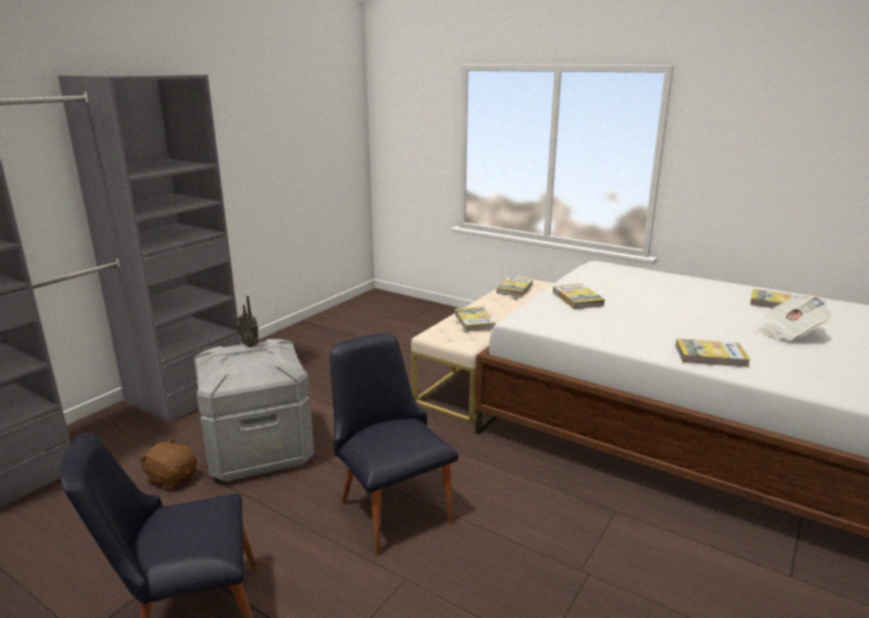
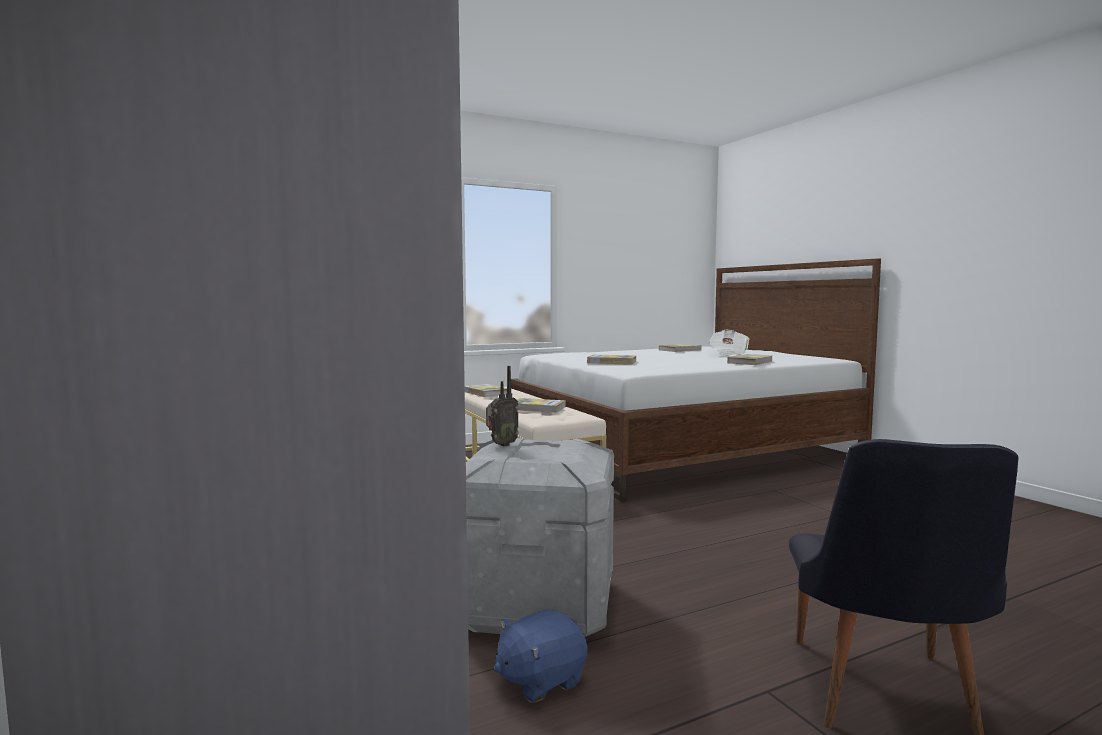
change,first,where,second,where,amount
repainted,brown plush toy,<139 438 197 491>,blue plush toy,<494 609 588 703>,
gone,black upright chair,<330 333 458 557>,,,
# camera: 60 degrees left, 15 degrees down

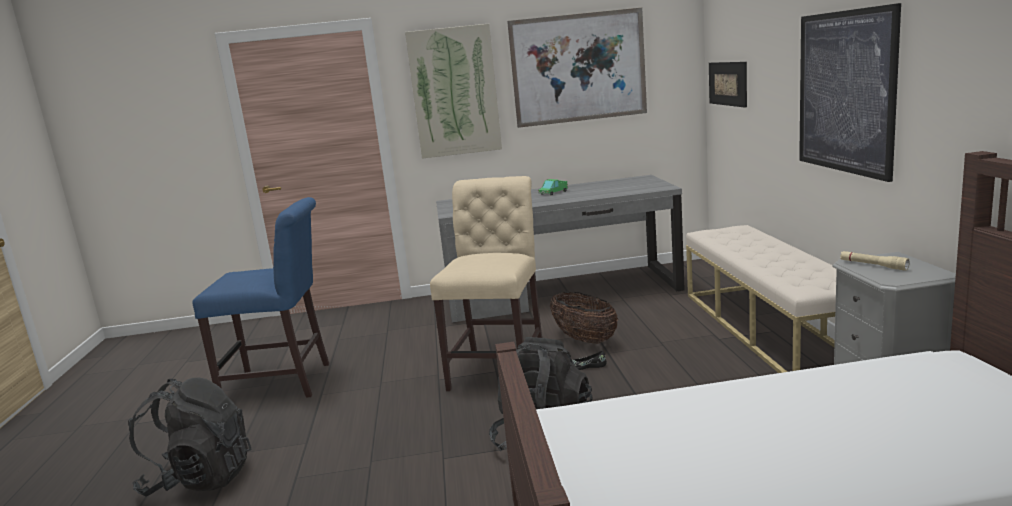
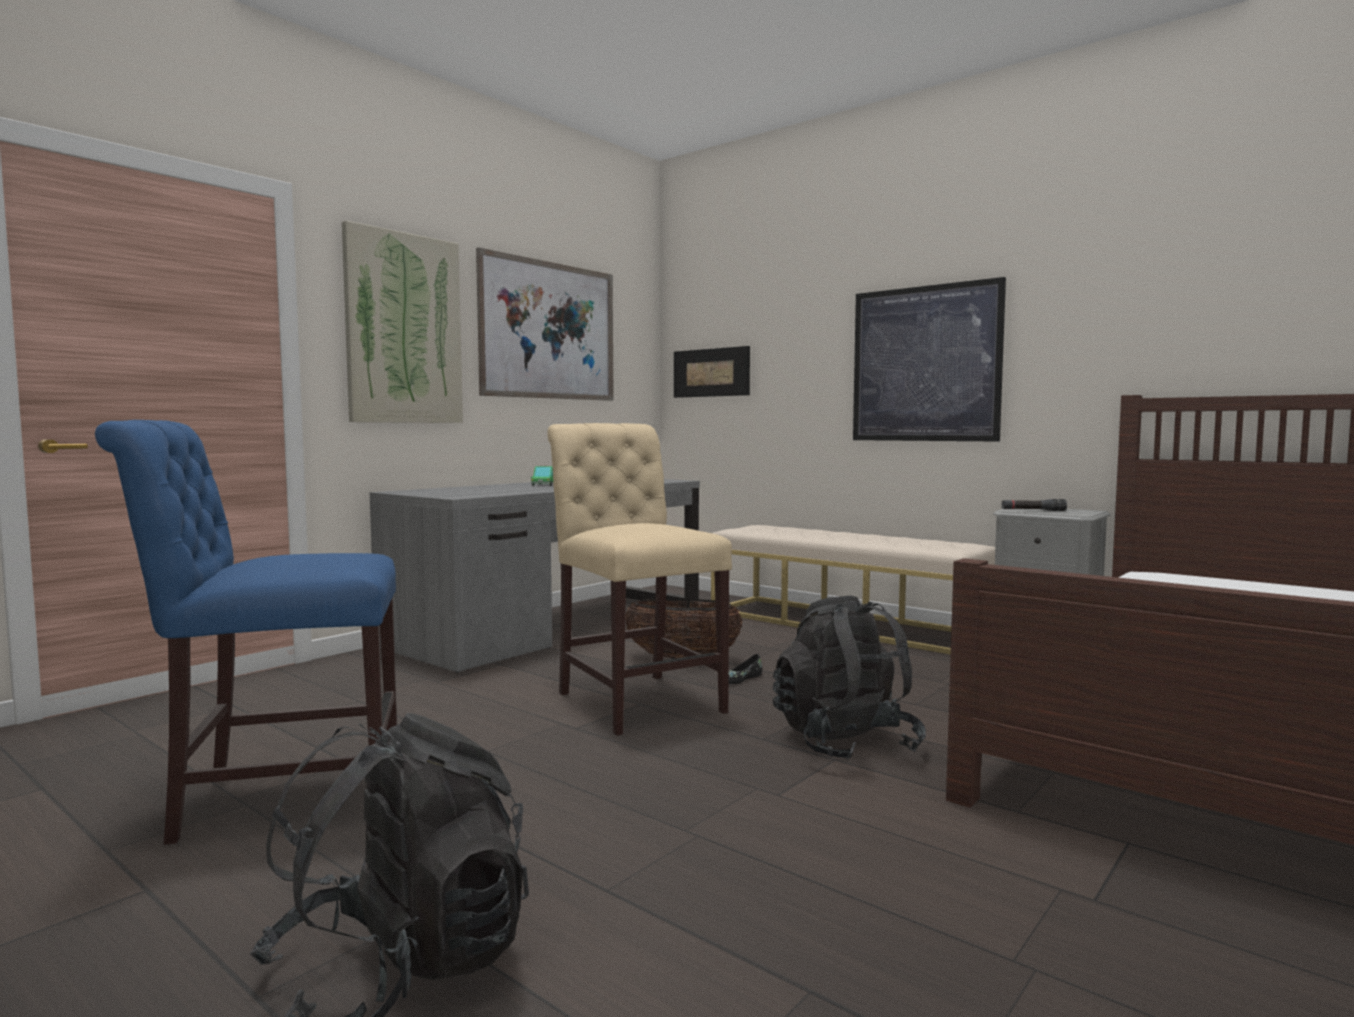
change,first,where,second,where,amount
rotated,blue upright chair,<193 197 329 398>,,<95 420 397 845>,150 degrees counterclockwise
repainted,beige torch,<840 251 910 270>,black torch,<1001 499 1067 511>,
# camera: 45 degrees left, 10 degrees down

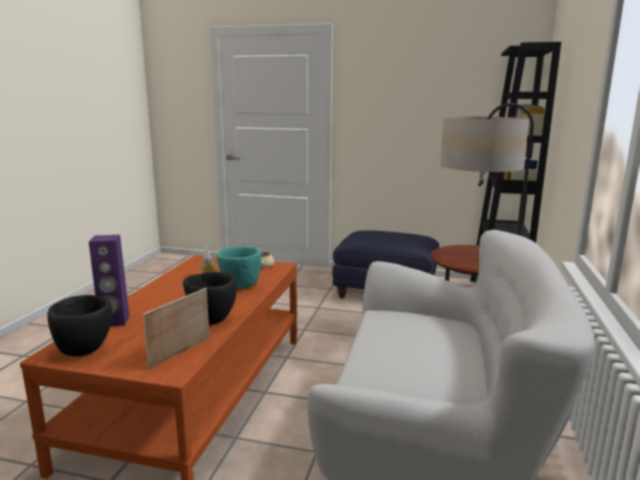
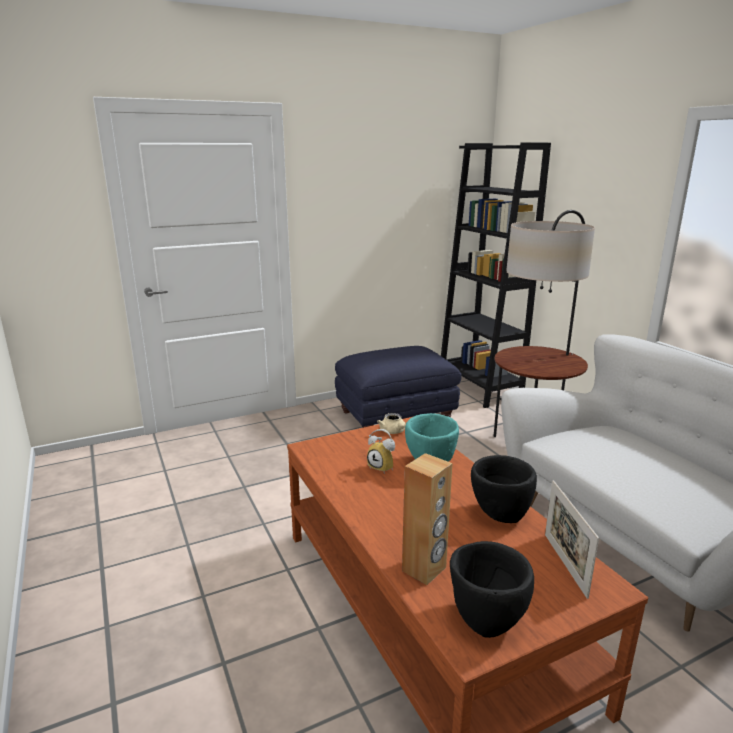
change,first,where,second,where,amount
repainted,purple loudspeaker,<89 235 129 326>,brown loudspeaker,<402 453 452 585>,
# camera: 40 degrees left, 5 degrees up

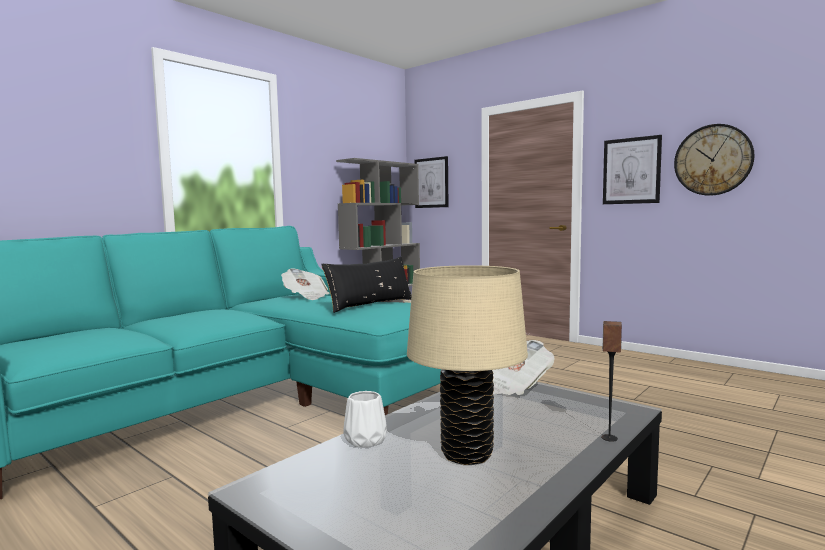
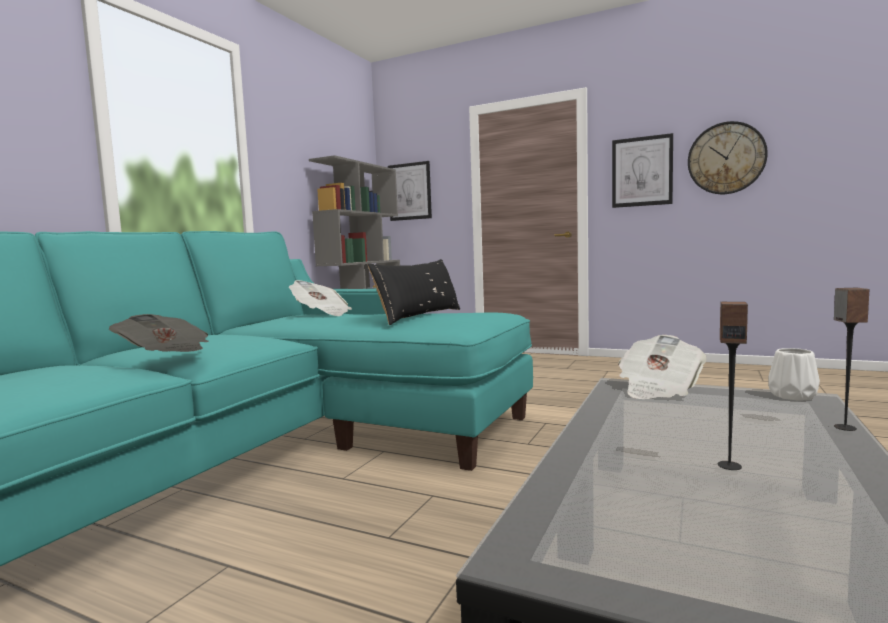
change,first,where,second,where,amount
new,,,daily paper,<109 314 209 352>,
swapped,beige tabletop lamp,<407 265 528 465>,loudspeaker,<718 302 748 470>,
shifted,white vase,<343 391 387 448>,,<768 348 820 401>,
# camera: 15 degrees left, 0 degrees up

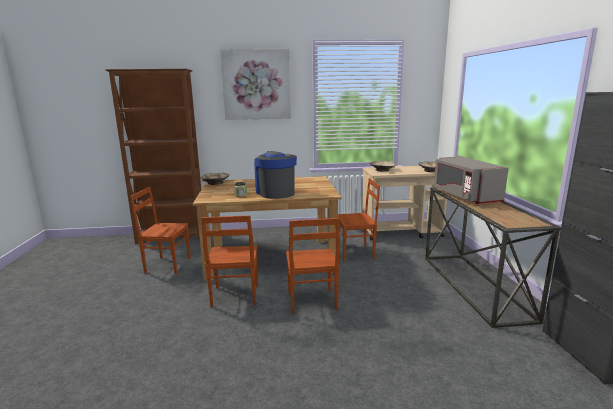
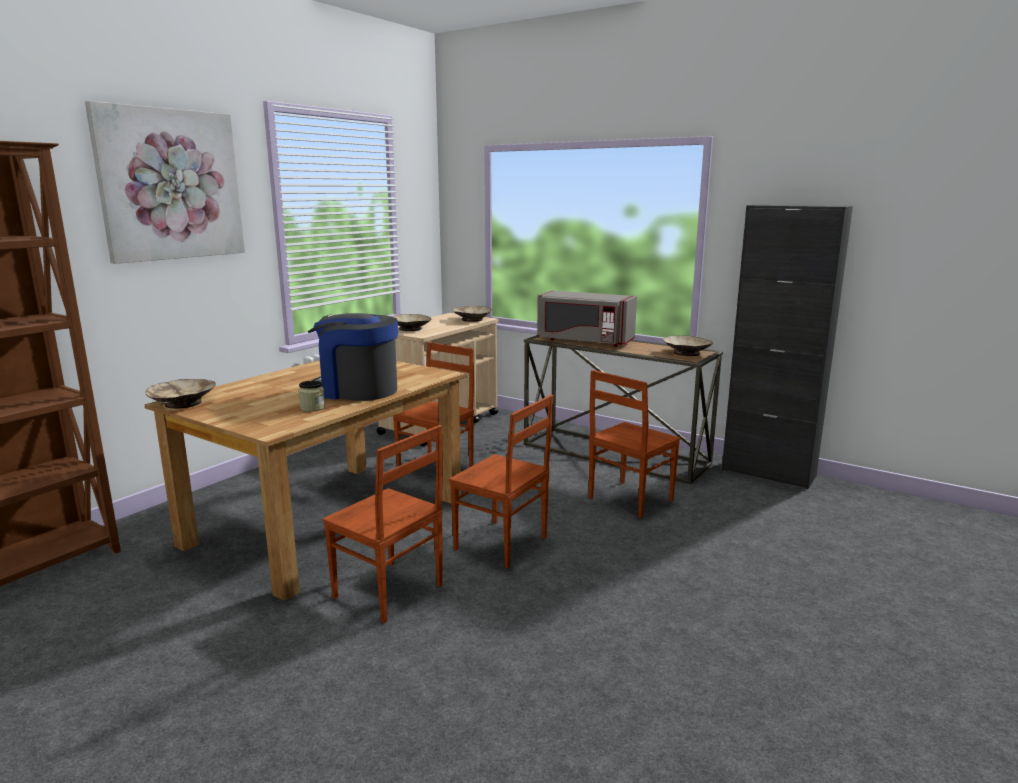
change,first,where,second,where,amount
shifted,brown upright chair,<130 187 191 274>,,<589 370 681 518>,
new,,,beige deep dish,<663 335 713 356>,
# camera: 50 degrees left, 0 degrees up

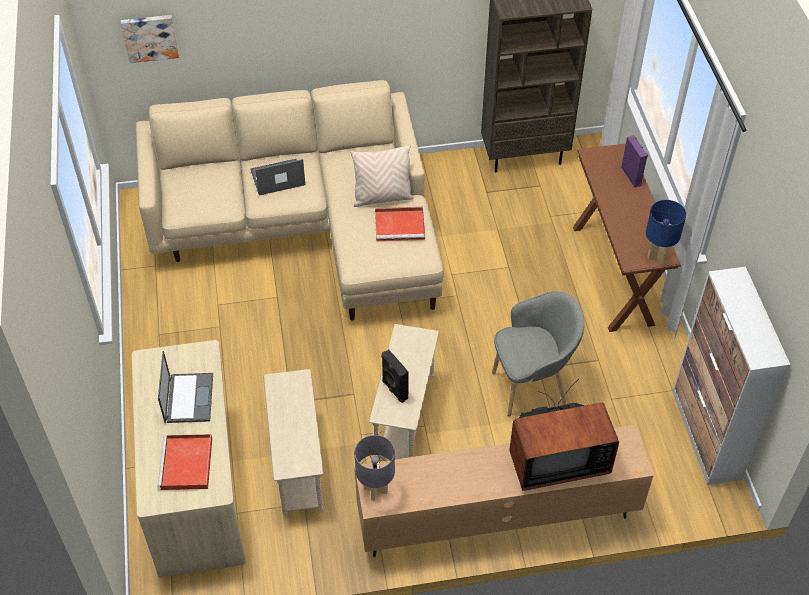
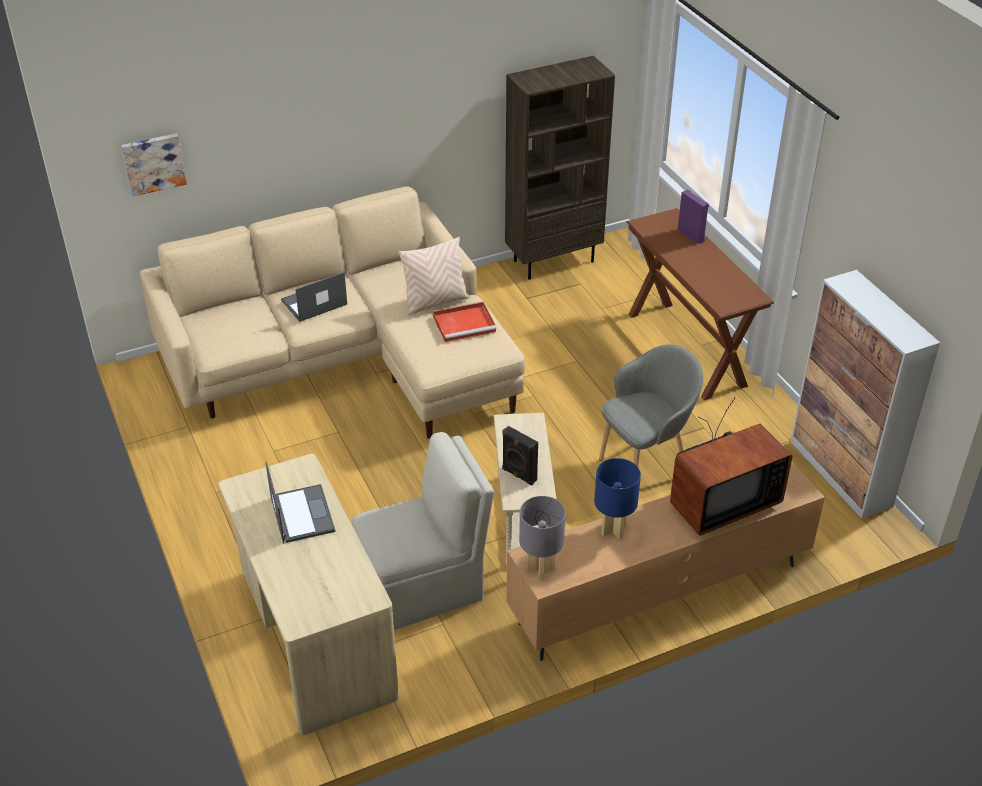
change,first,where,second,where,amount
swapped,beige accent table,<263 369 324 516>,beige upright chair,<352 432 494 630>,
shifted,blue tabletop lamp,<646 200 686 264>,,<594 458 641 540>,
gone,red-coloured tray,<158 434 212 490>,,,
# camera: 15 degrees left, 10 degrees down

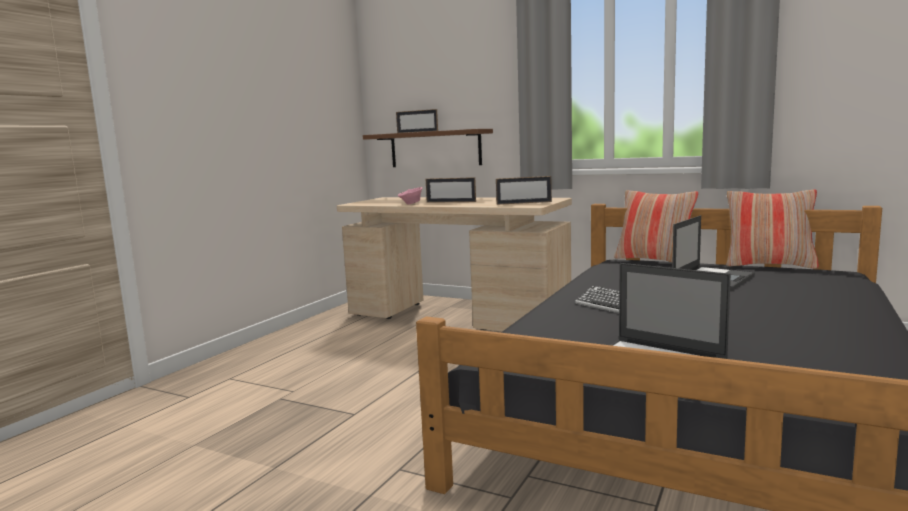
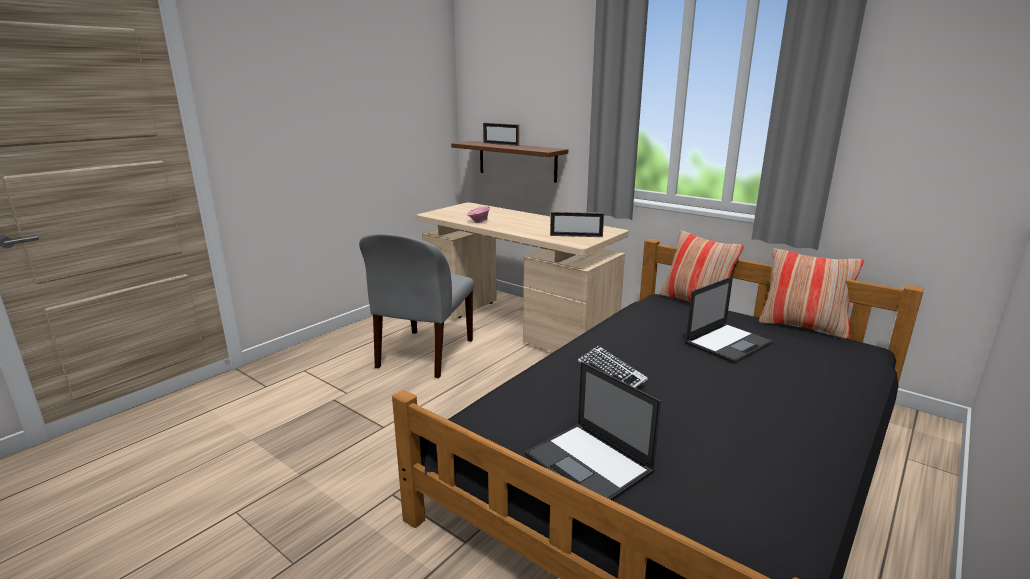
change,first,where,second,where,amount
new,,,gray upright chair,<359 233 474 378>,
gone,picture frame,<426 177 476 203>,,,
# camera: 10 degrees right, 10 degrees up

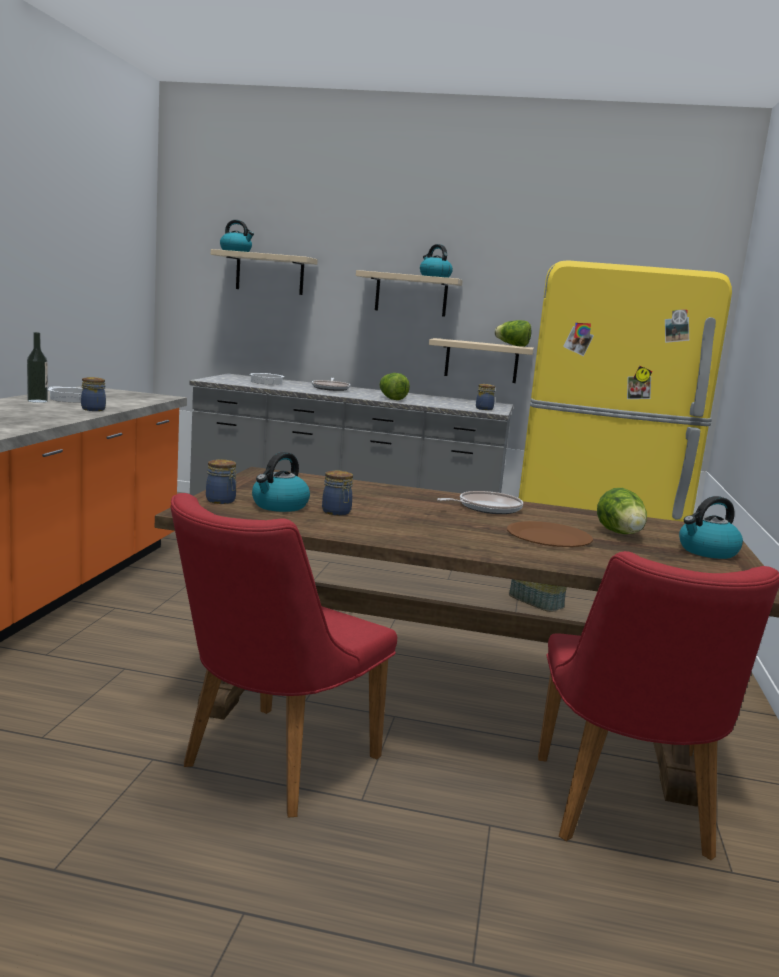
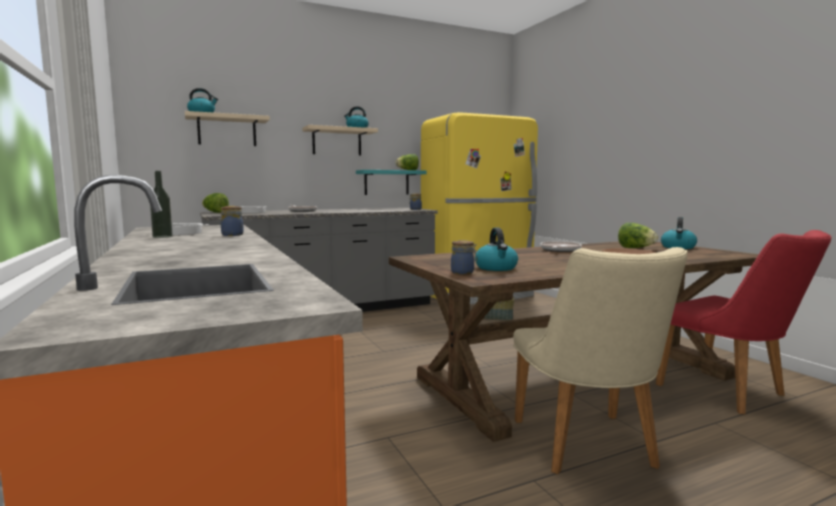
change,first,where,second,where,amount
shifted,lettuce,<379 373 410 400>,,<202 193 229 213>,
repainted,beige wall shelf,<429 338 534 383>,turquoise wall shelf,<356 170 426 195>,
repainted,red-coloured upright chair,<171 493 397 818>,beige upright chair,<513 247 688 474>,
gone,jar,<322 470 353 515>,,,
# camera: 35 degrees left, 5 degrees down

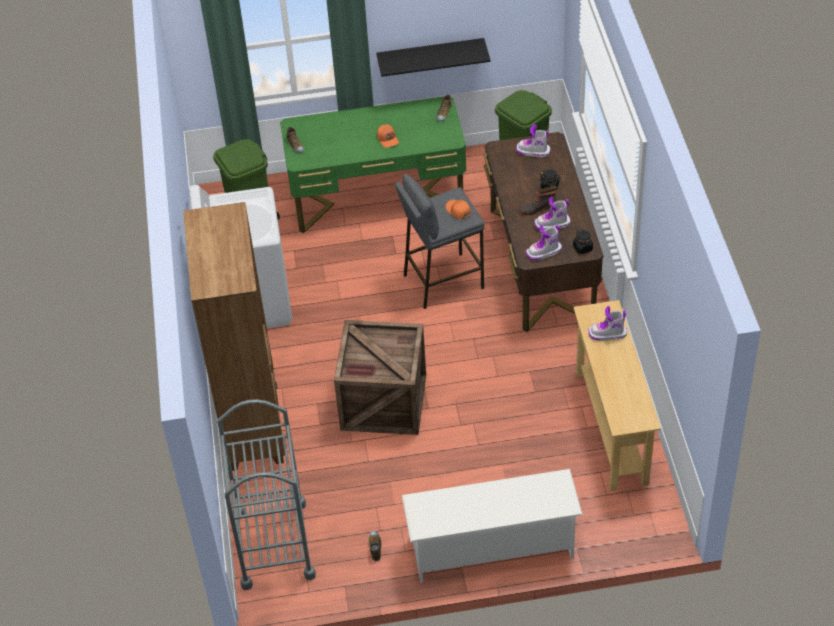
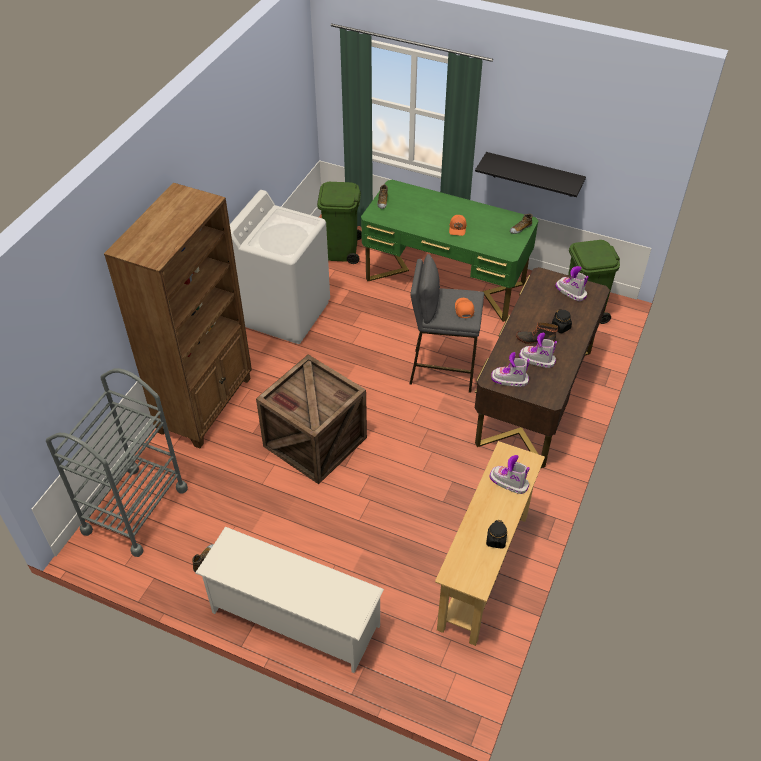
change,first,where,second,where,amount
shifted,black jar,<573 229 593 254>,,<486 520 507 549>,
# camera: 30 degrees right, 0 degrees up

